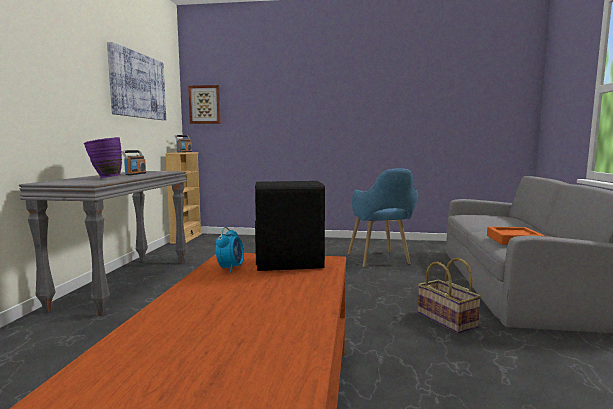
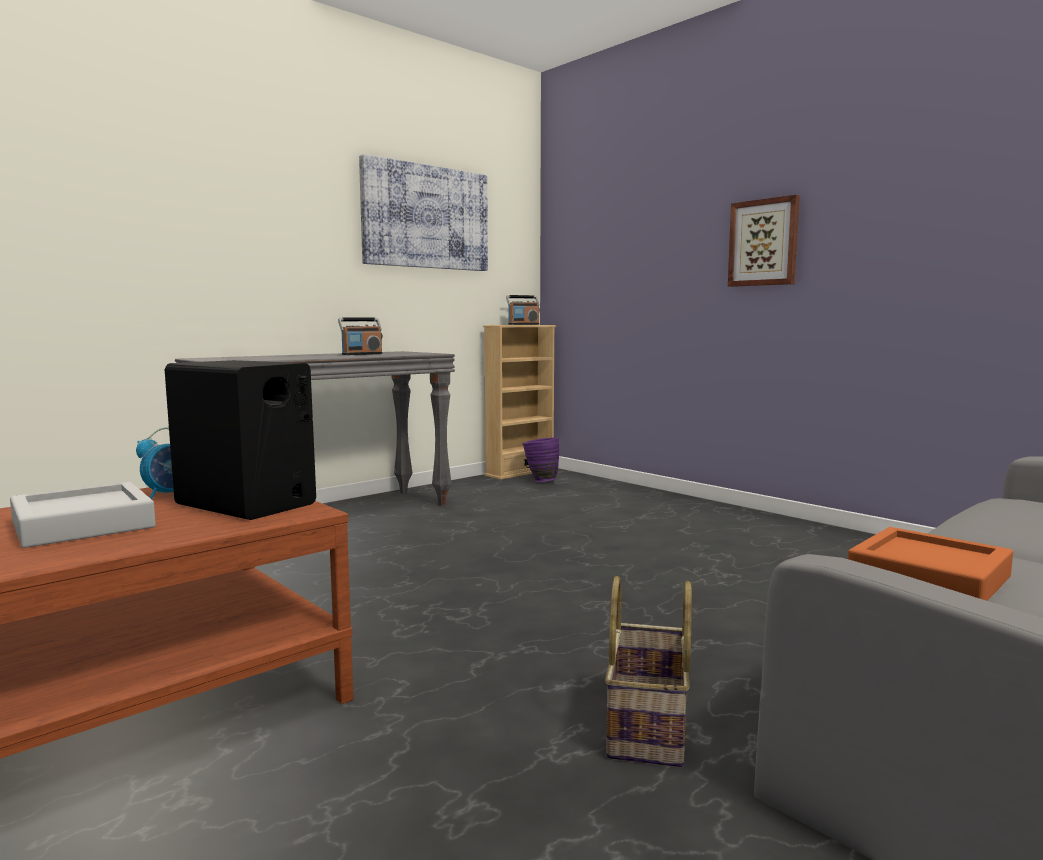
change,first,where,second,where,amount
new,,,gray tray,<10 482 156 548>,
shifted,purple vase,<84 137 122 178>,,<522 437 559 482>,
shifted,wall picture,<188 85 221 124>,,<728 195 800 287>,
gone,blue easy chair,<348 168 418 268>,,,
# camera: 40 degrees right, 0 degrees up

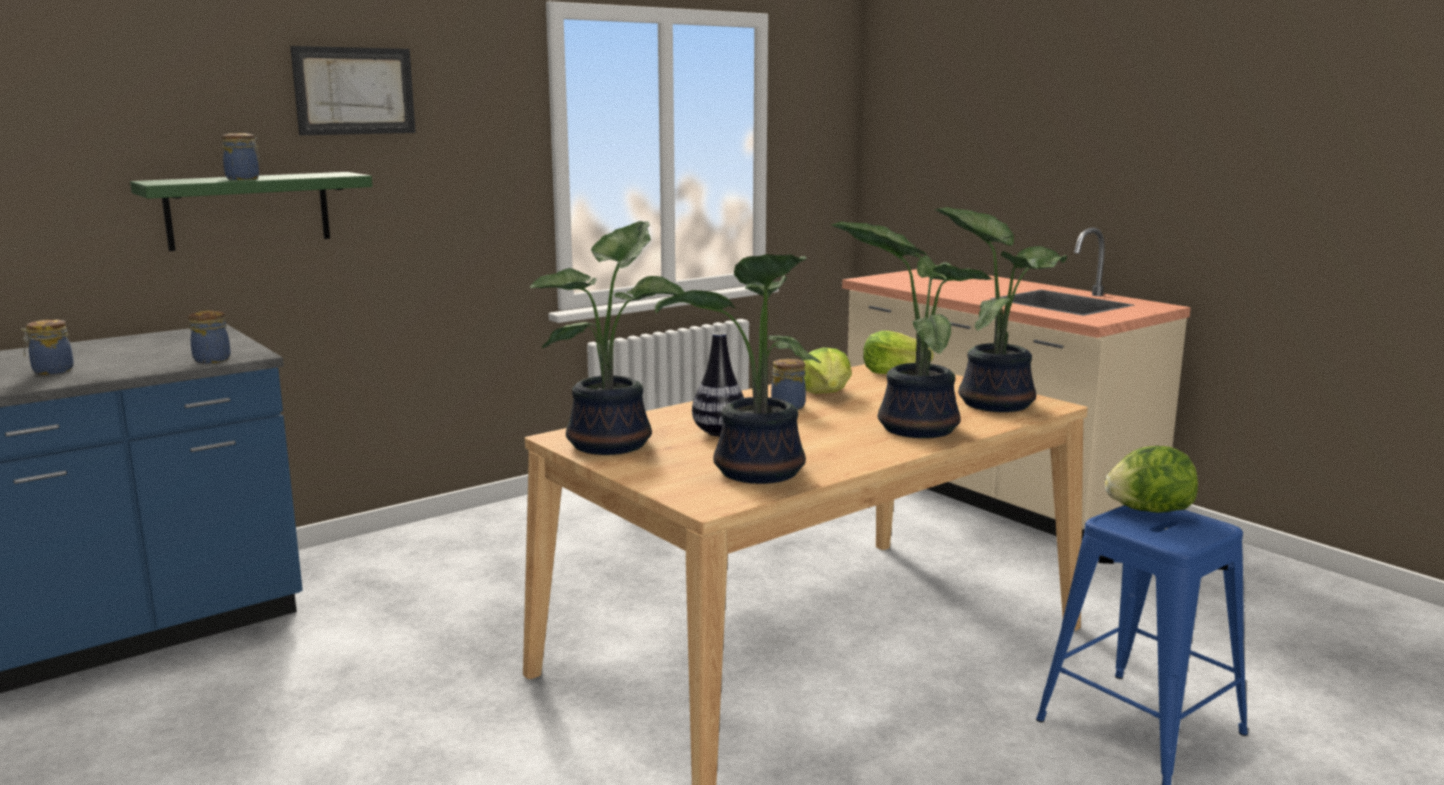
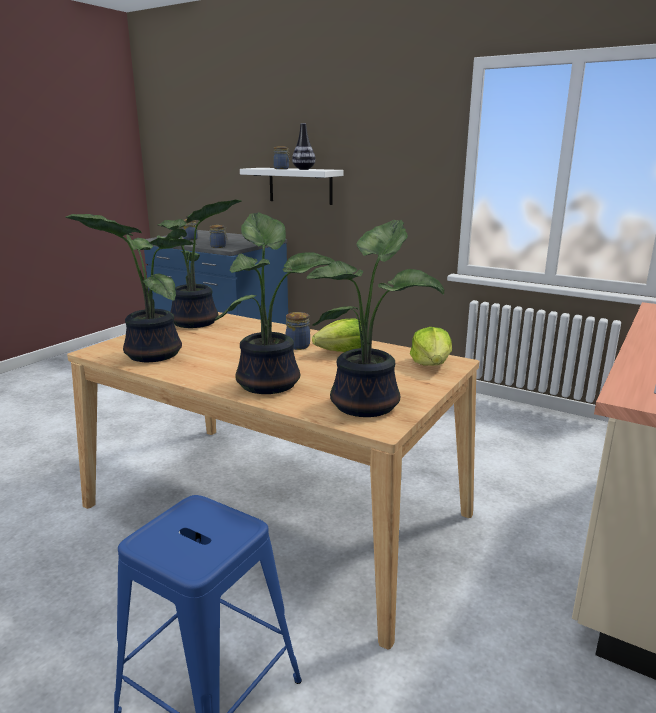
change,first,where,second,where,amount
repainted,greenish wall shelf,<130 172 372 251>,white wall shelf,<240 168 344 205>,
shifted,vase,<692 332 744 436>,,<292 124 315 170>,
gone,wall picture,<290 46 416 135>,,,
gone,lettuce,<1105 446 1198 513>,,,
# camera: 70 degrees right, 5 degrees up

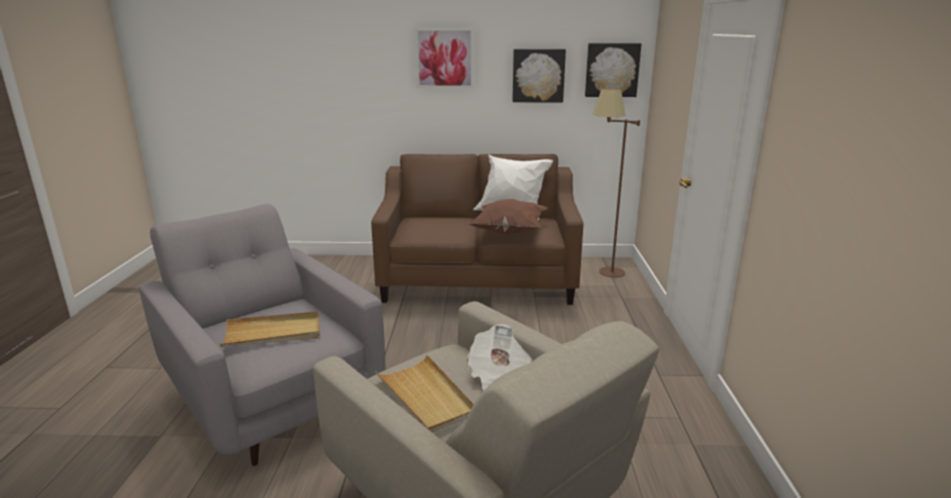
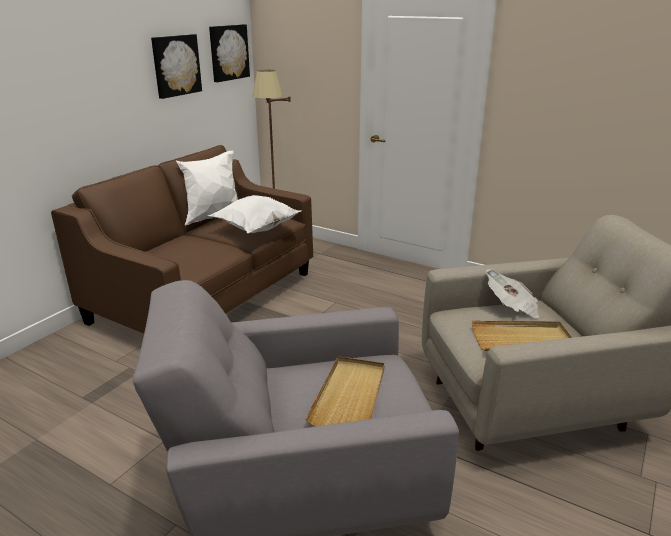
change,first,where,second,where,amount
repainted,brown throw pillow,<465 199 548 234>,white throw pillow,<208 195 301 233>,
gone,wall picture,<415 28 473 88>,,,
# camera: 60 degrees left, 5 degrees up

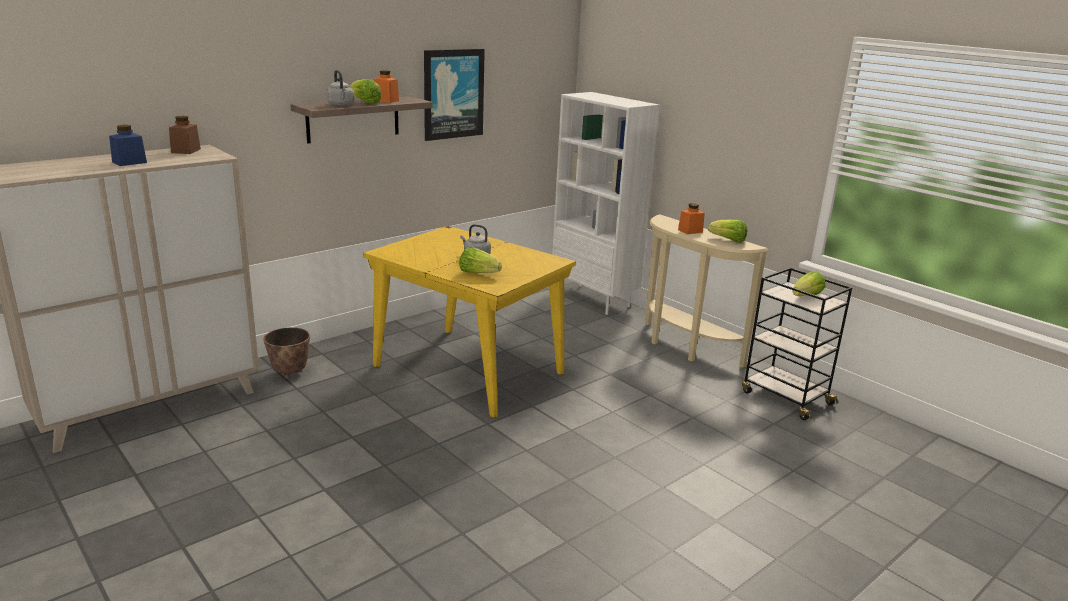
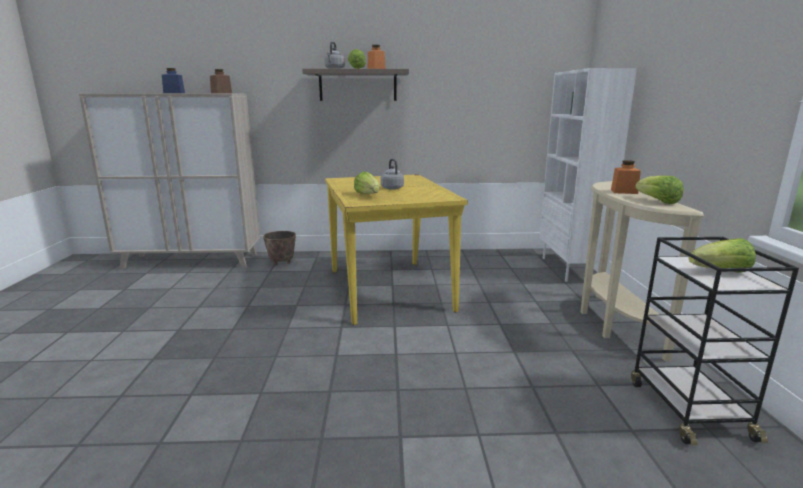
change,first,where,second,where,amount
gone,wall picture,<424 49 485 141>,,,
# camera: 40 degrees right, 5 degrees down

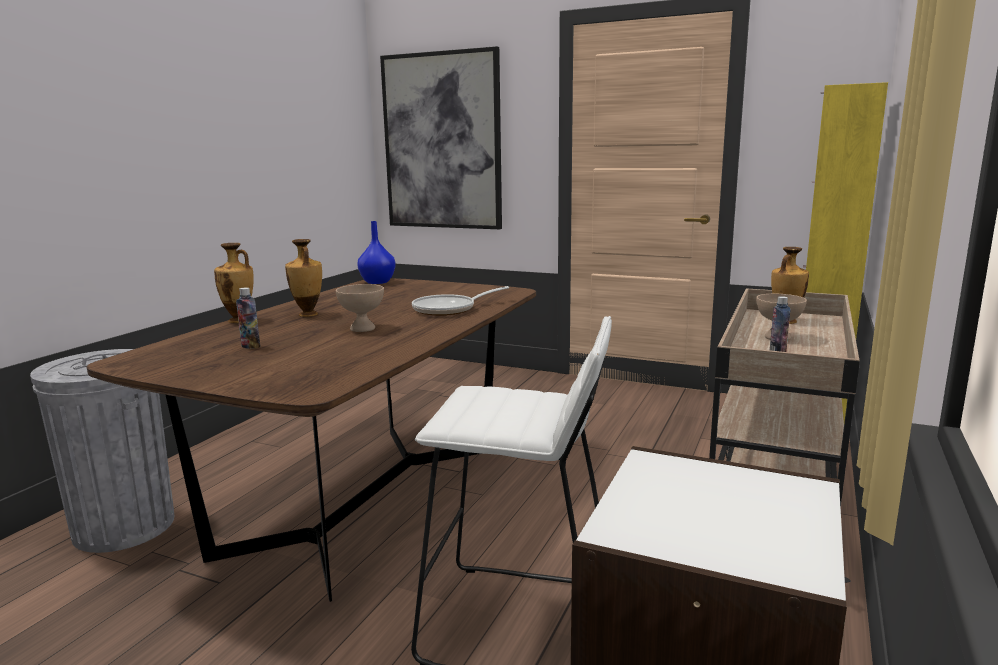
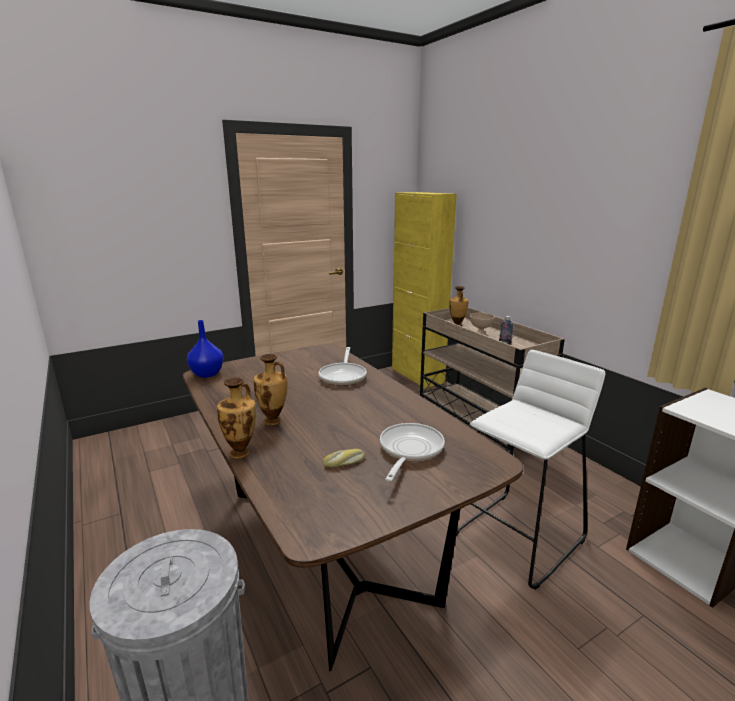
change,first,where,second,where,amount
swapped,beverage bottle,<236 287 260 349>,baked bread,<323 449 365 467>,
new,,,pan,<380 423 445 482>,
gone,beige deep dish,<336 284 384 332>,,,
gone,wall picture,<380 46 502 229>,,,
# camera: 55 degrees left, 5 degrees up

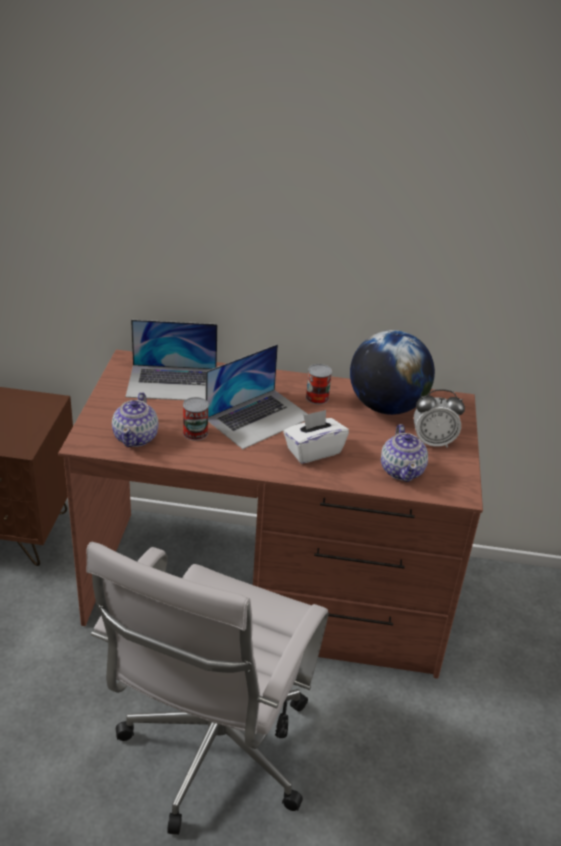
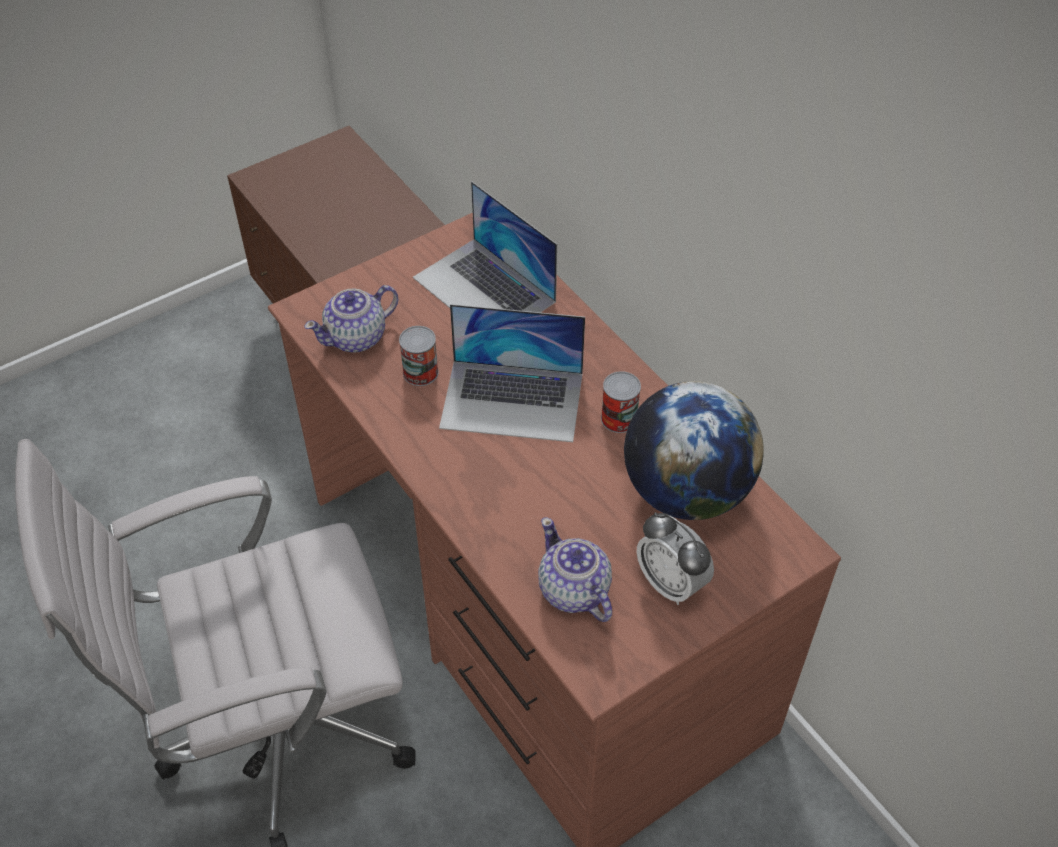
change,first,where,second,where,amount
rotated,tea pot,<381 424 428 482>,,<538 517 612 622>,105 degrees clockwise
gone,white box of tissues,<283 410 349 464>,,,
# camera: 50 degrees right, 15 degrees up

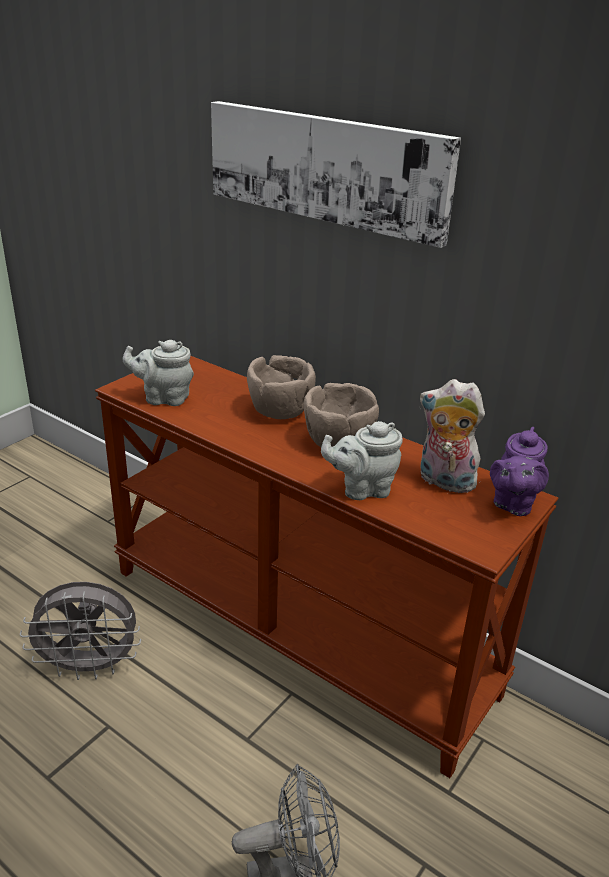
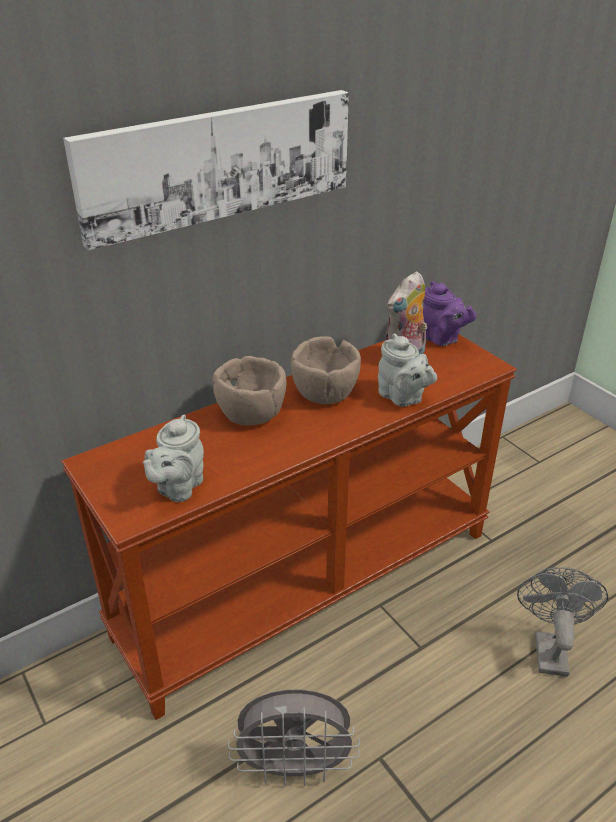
change,first,where,second,where,amount
rotated,gray electric fan,<20 582 141 680>,,<228 689 360 787>,75 degrees clockwise
rotated,gray tea pot,<321 421 403 500>,,<378 333 437 407>,45 degrees counterclockwise
# camera: 70 degrees left, 5 degrees up

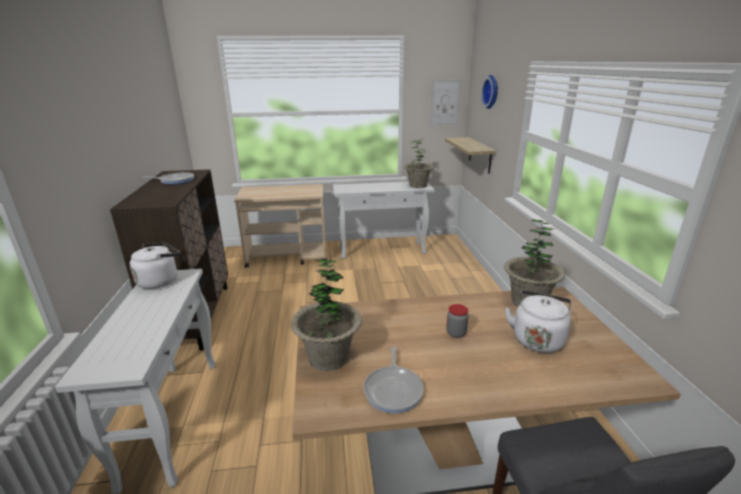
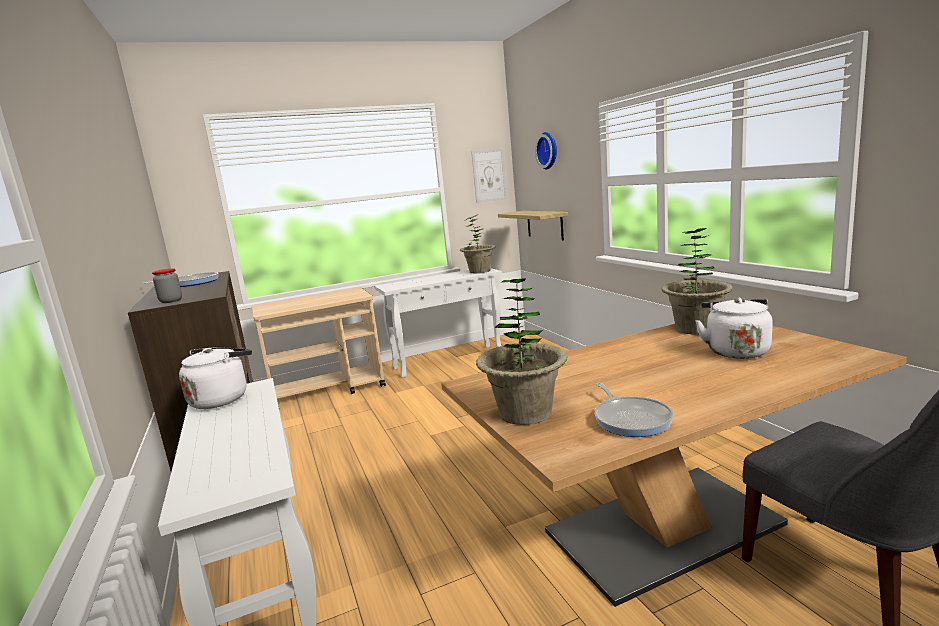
change,first,where,second,where,amount
shifted,jar,<446 304 469 338>,,<152 268 182 303>,
# camera: 15 degrees left, 10 degrees down

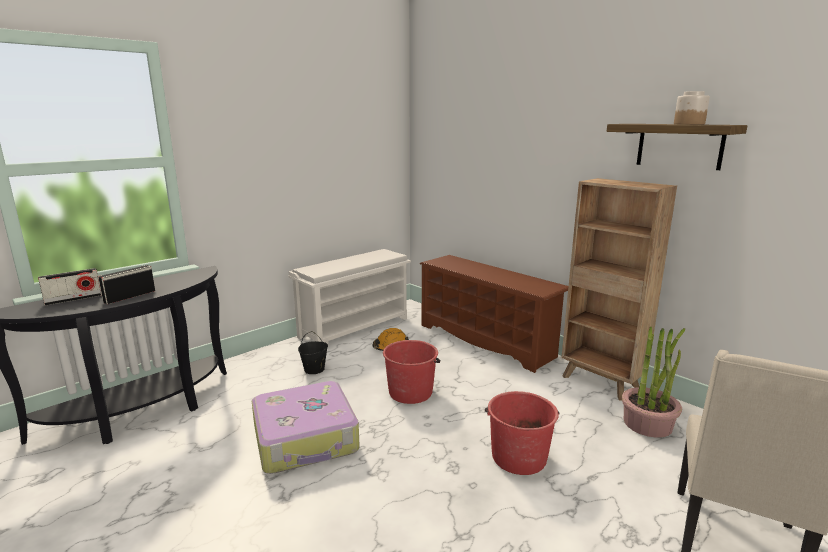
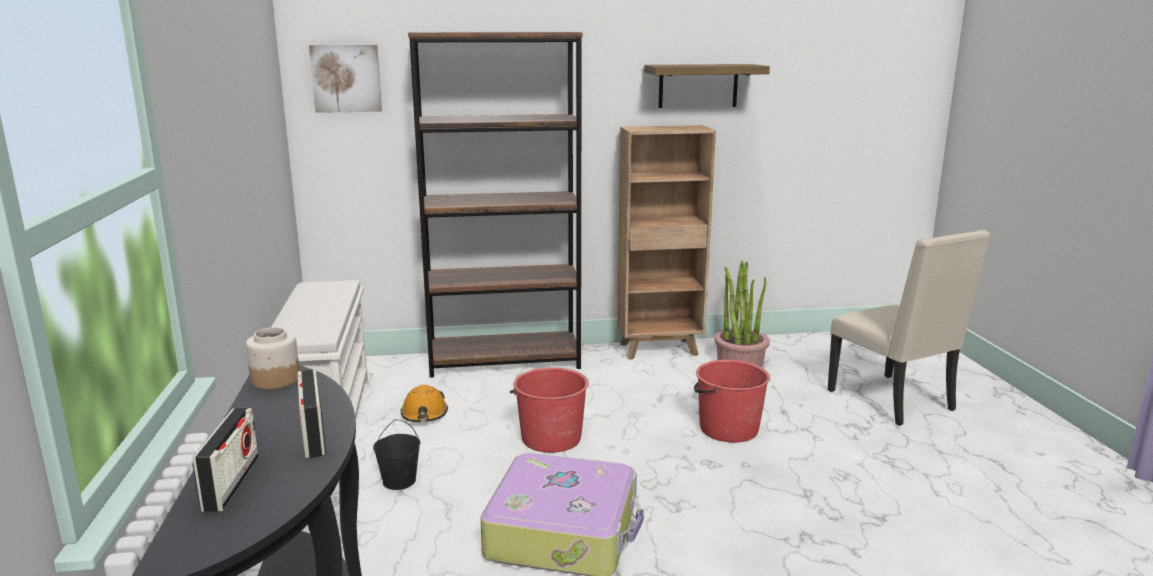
change,first,where,second,where,amount
shifted,jar,<674 91 710 125>,,<246 327 300 389>,
new,,,wall picture,<309 45 382 113>,
swapped,brown shoe rack,<420 255 568 373>,brown shelving unit,<408 32 583 378>,
# camera: 55 degrees left, 0 degrees up

